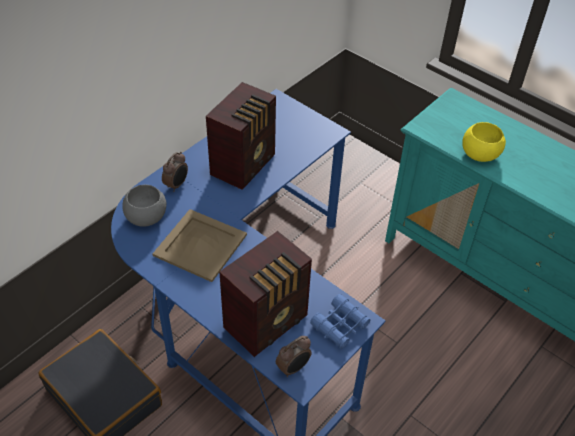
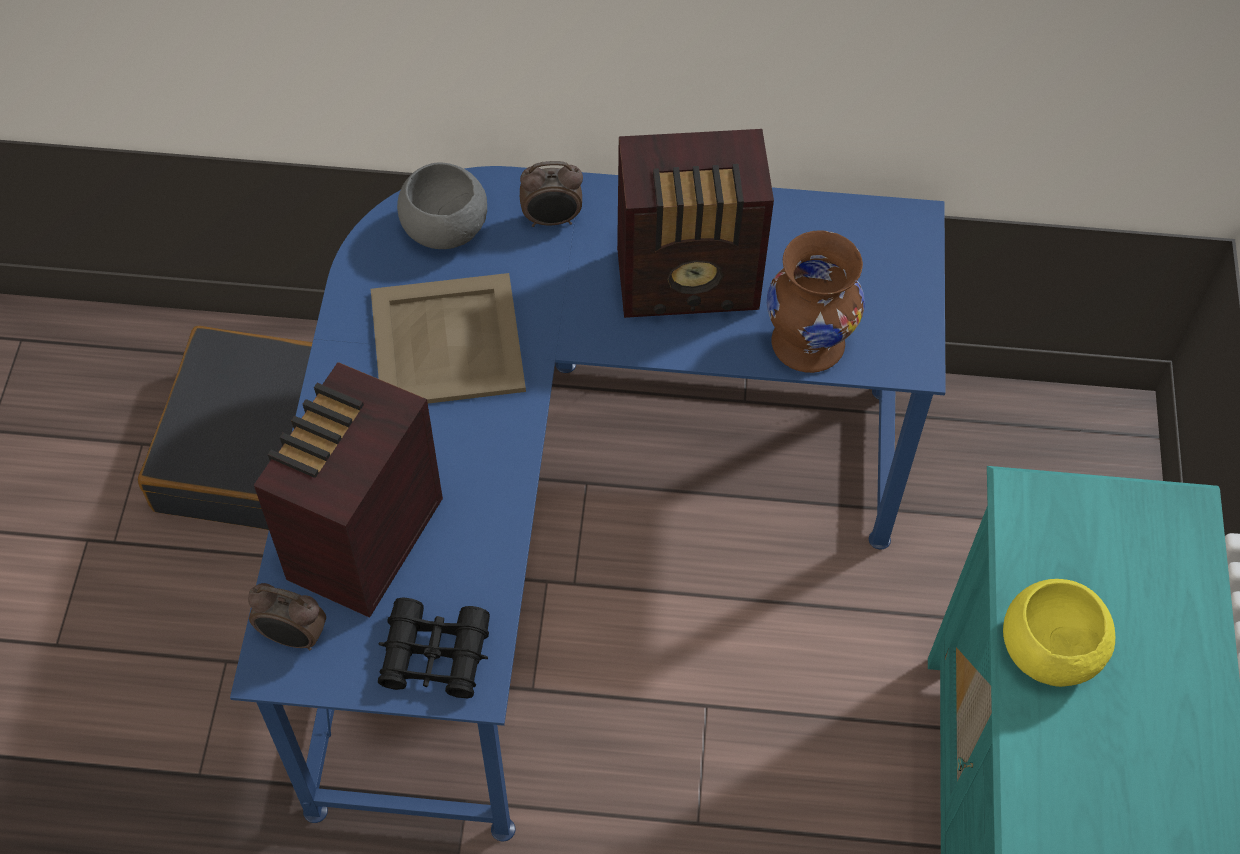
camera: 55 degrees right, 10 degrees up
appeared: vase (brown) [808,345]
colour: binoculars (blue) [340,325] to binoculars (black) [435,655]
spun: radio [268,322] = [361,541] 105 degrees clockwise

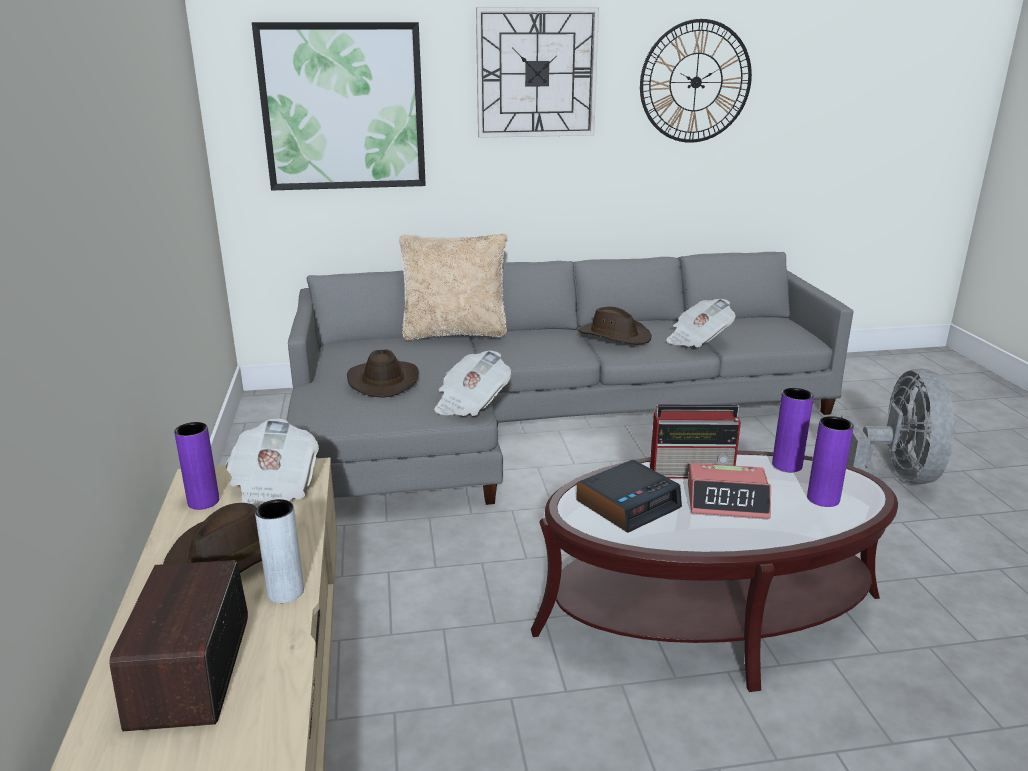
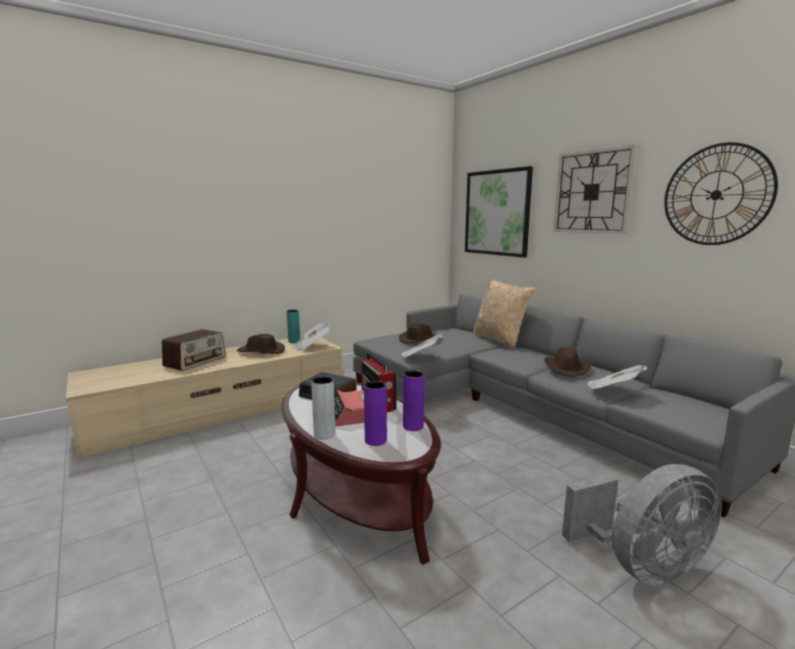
camera: 65 degrees right, 10 degrees down
relocated: vase (grey) [285,592] to [324,434]
colour: vase (purple) [203,502] to vase (turquoise) [294,341]
spun: radio [190,671] = [195,361] 150 degrees clockwise

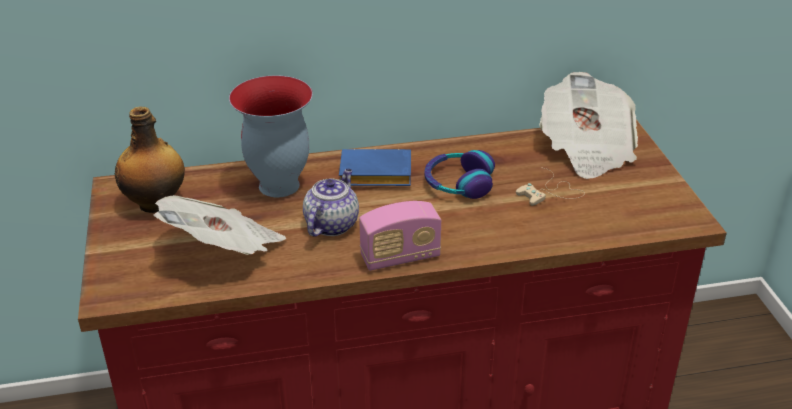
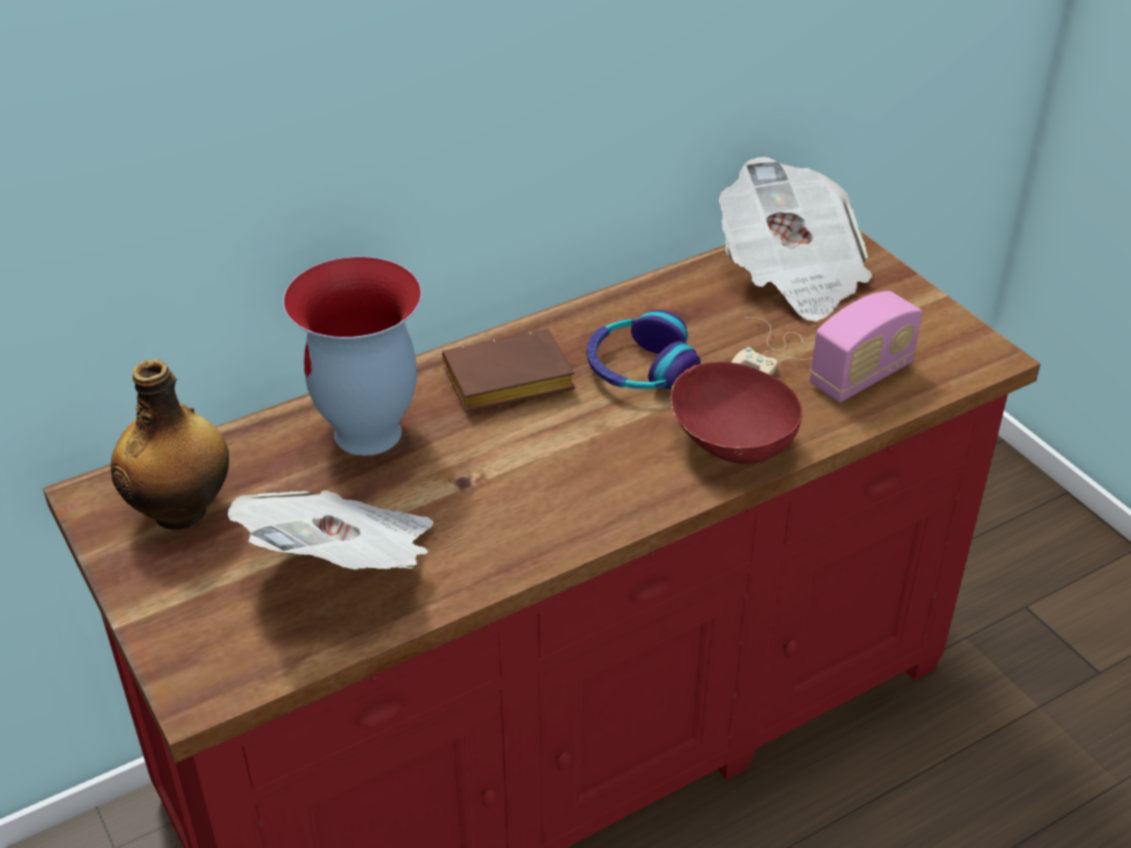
camera: 20 degrees left, 5 degrees up
missing: teapot [331,224]
appeared: bowl (red) [730,443]
relocated: radio [400,257] to [861,376]
colour: book (blue) [373,175] to book (brown) [506,383]

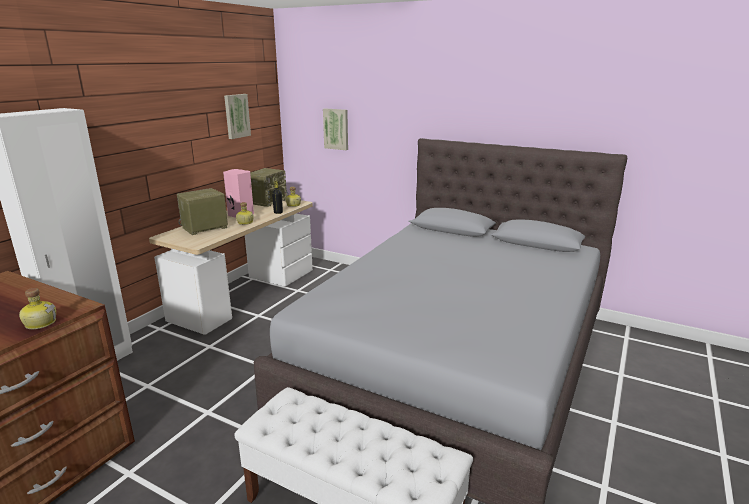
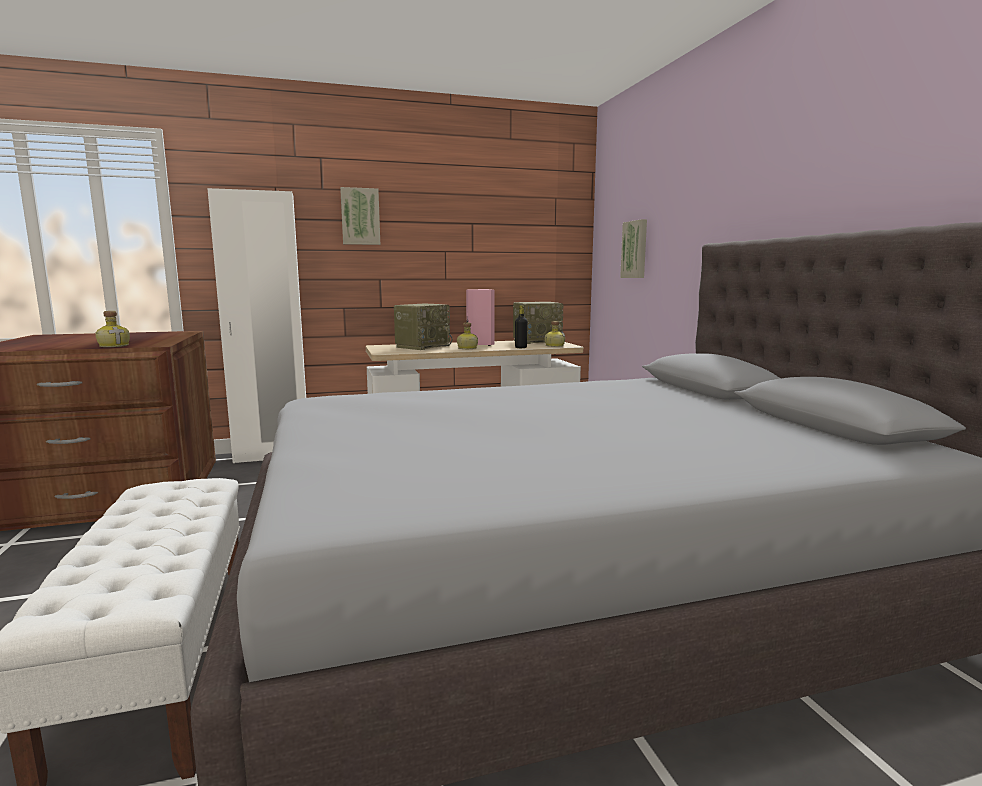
camera: 45 degrees right, 10 degrees down
relocated: picture [236,116] to [360,216]
spun: radio [204,228] = [423,346] 120 degrees clockwise

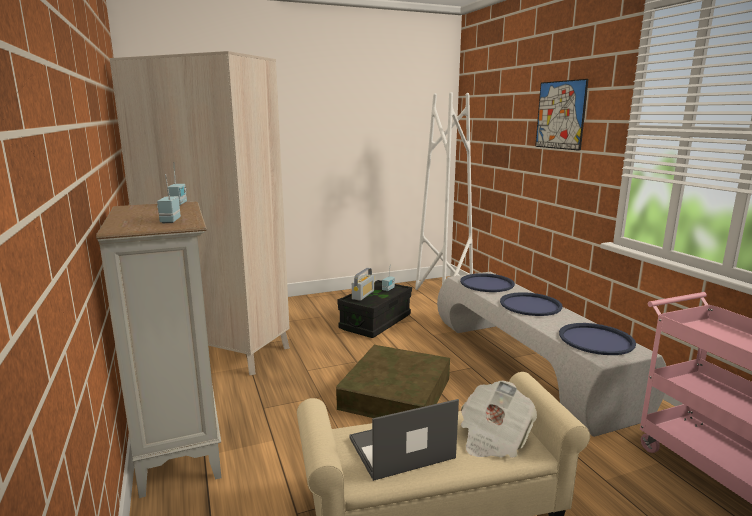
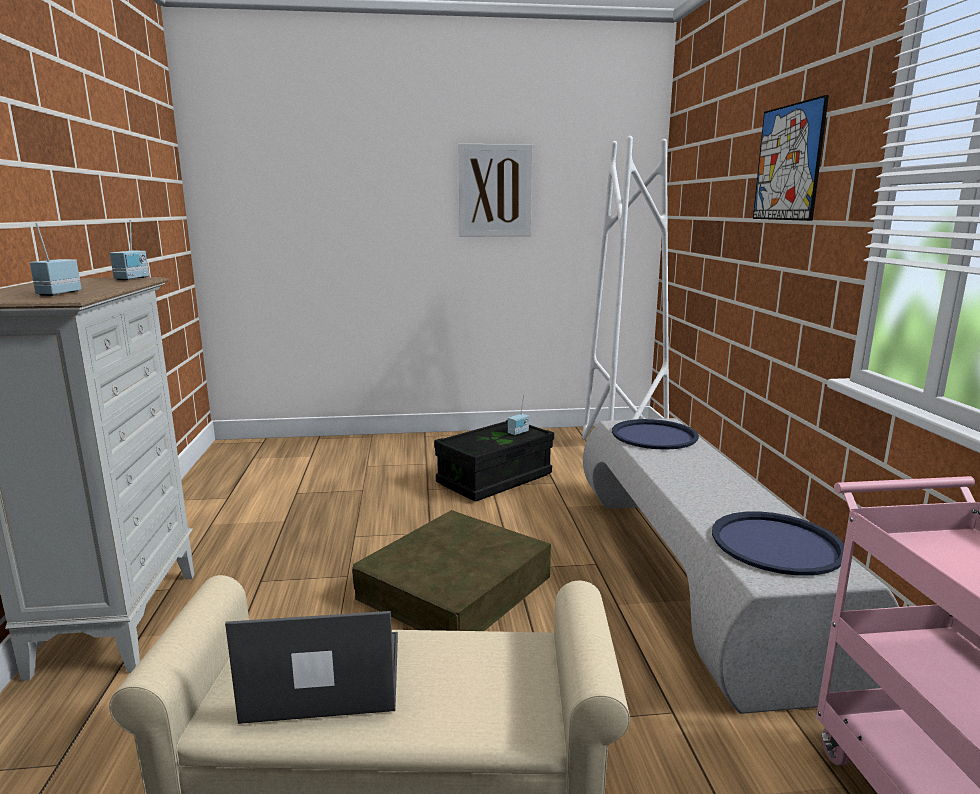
camera: 15 degrees right, 0 degrees up
missing: wardrobe (beige) [231,338]; radio [363,295]; newspaper [493,437]; tray (blue) [530,305]
appeared: picture [495,191]

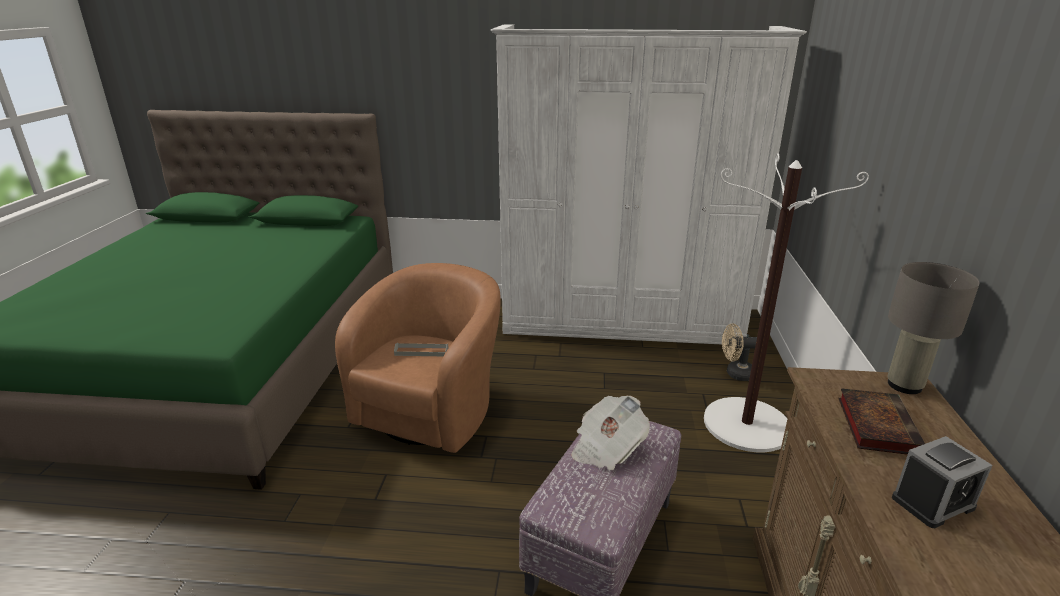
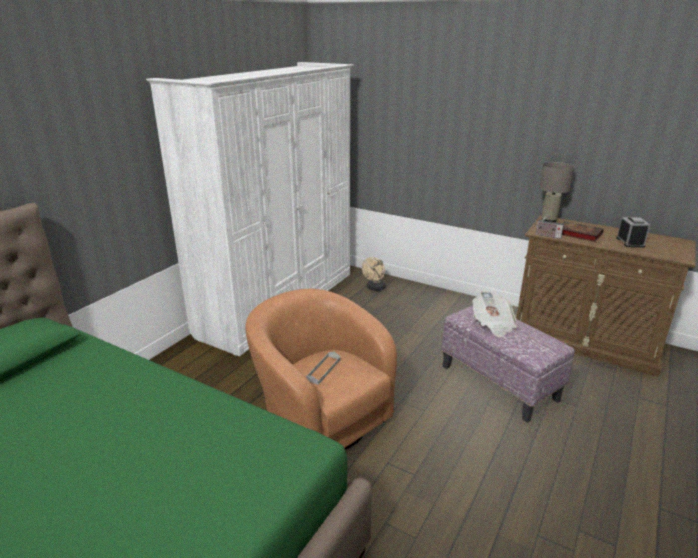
camera: 65 degrees left, 0 degrees up
missing: clothes rack (white) [746,424]
appeared: radio [547,236]

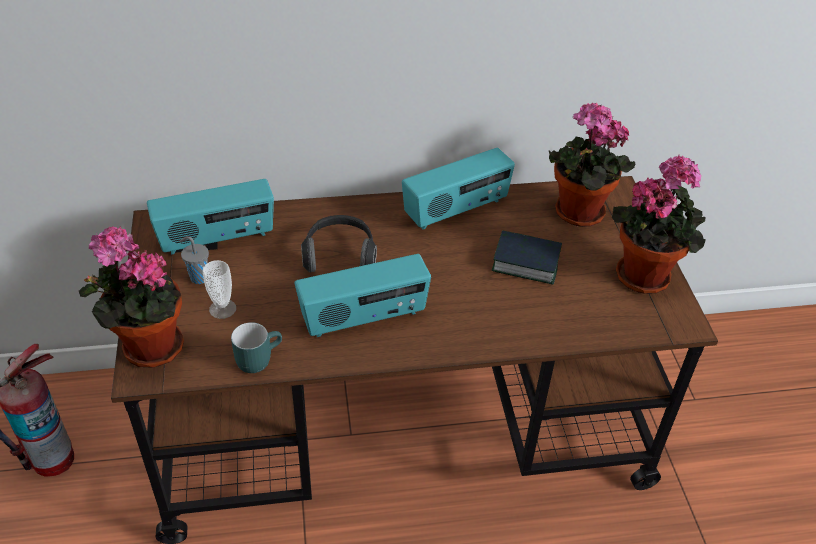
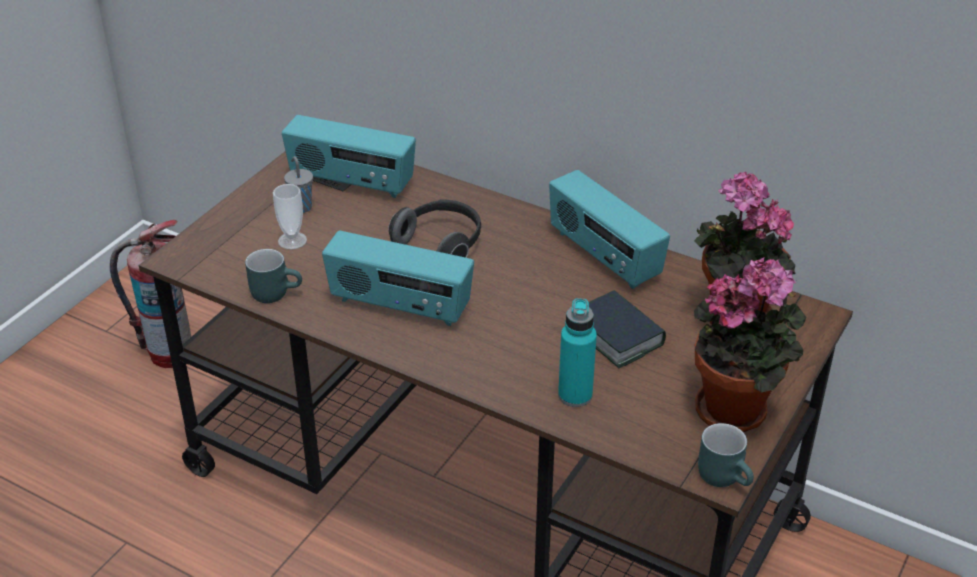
camera: 40 degrees right, 5 degrees down
missing: potted plant [147,348]
appeared: bottle (turquoise) [575,395]; mug (turquoise) [726,476]
spun: radio [456,210] = [603,257] 45 degrees clockwise

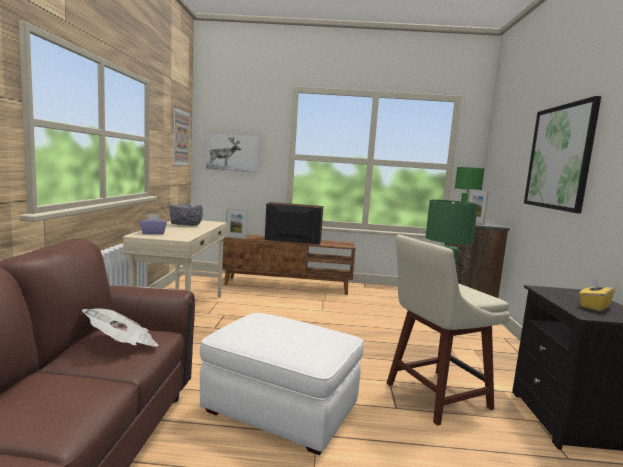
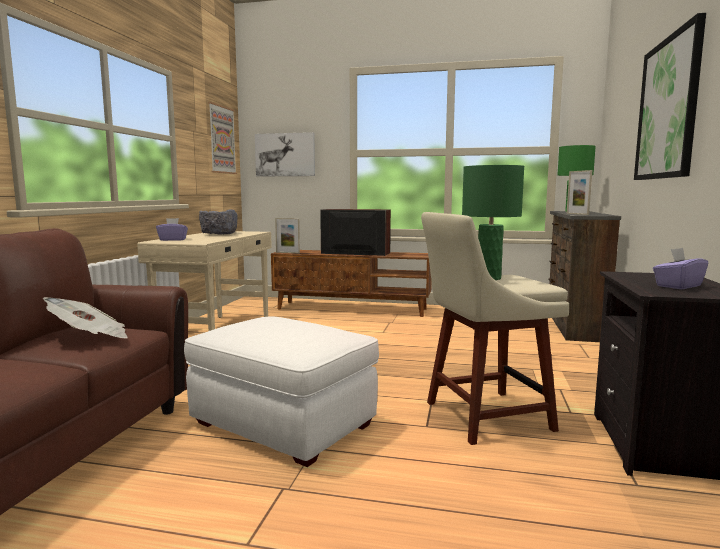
camera: 10 degrees right, 0 degrees up
colour: tissue box (yellow) [594,306] to tissue box (purple) [678,286]

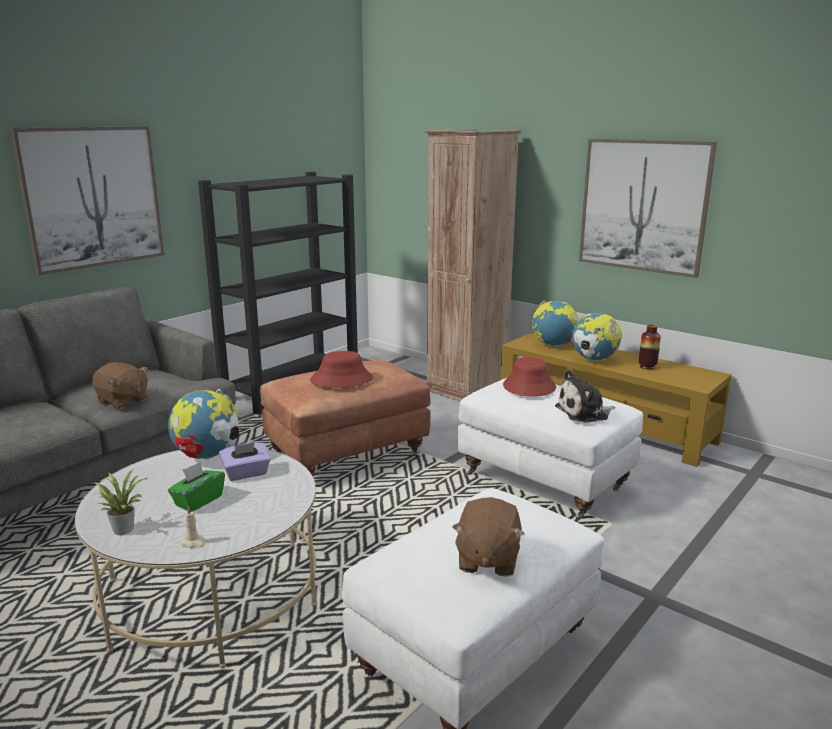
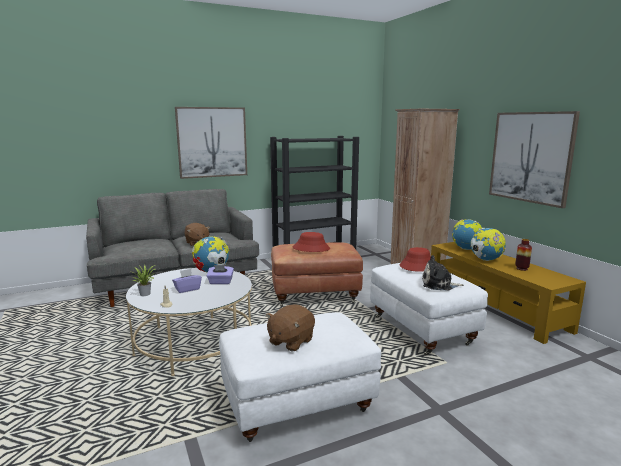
camera: 25 degrees right, 5 degrees down
colour: tissue box (green) [198,501] to tissue box (purple) [187,289]

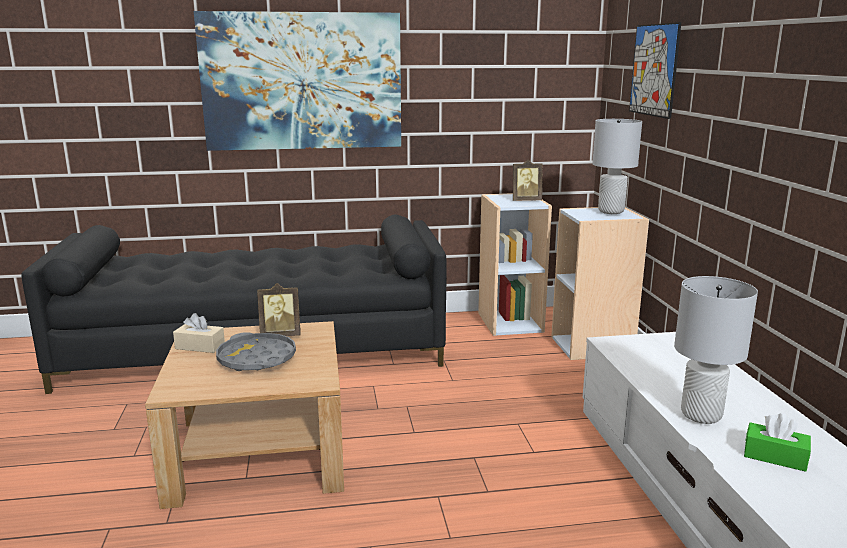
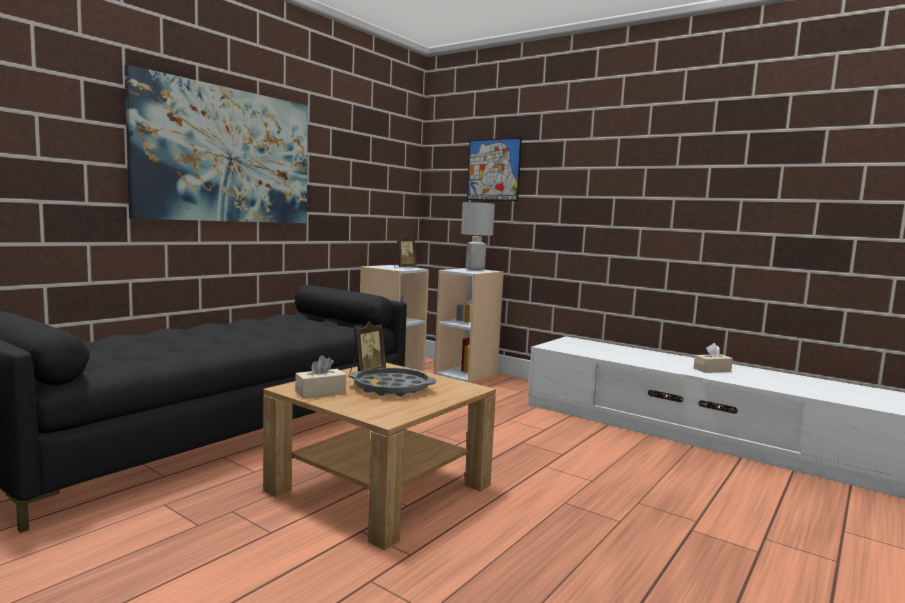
camera: 45 degrees left, 10 degrees down
missing: table lamp (grey) [700,417]
colour: tissue box (green) [775,457] to tissue box (beige) [712,370]

